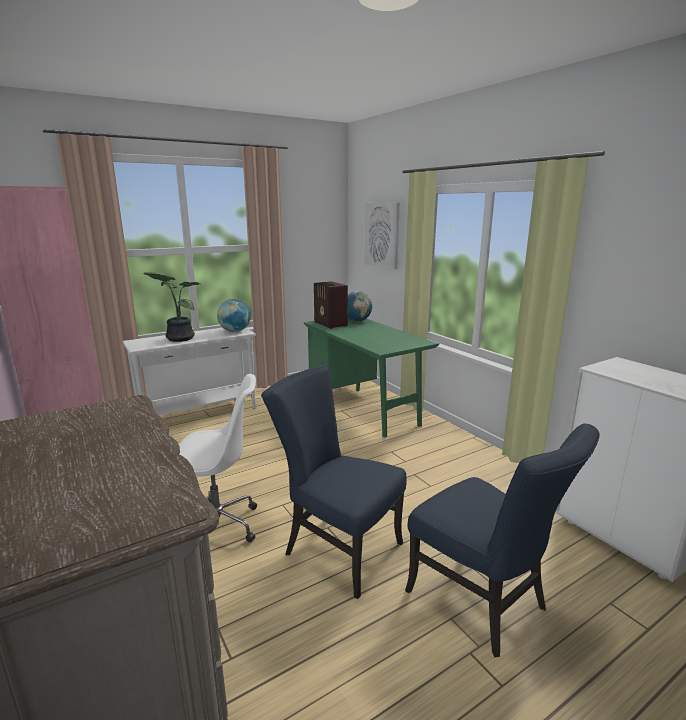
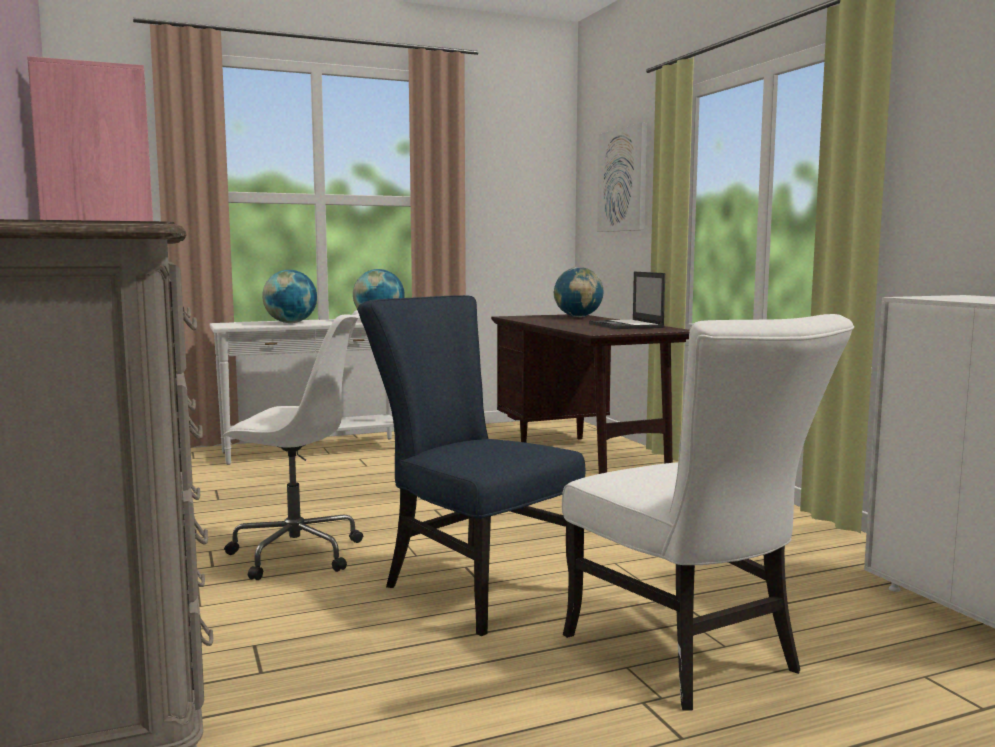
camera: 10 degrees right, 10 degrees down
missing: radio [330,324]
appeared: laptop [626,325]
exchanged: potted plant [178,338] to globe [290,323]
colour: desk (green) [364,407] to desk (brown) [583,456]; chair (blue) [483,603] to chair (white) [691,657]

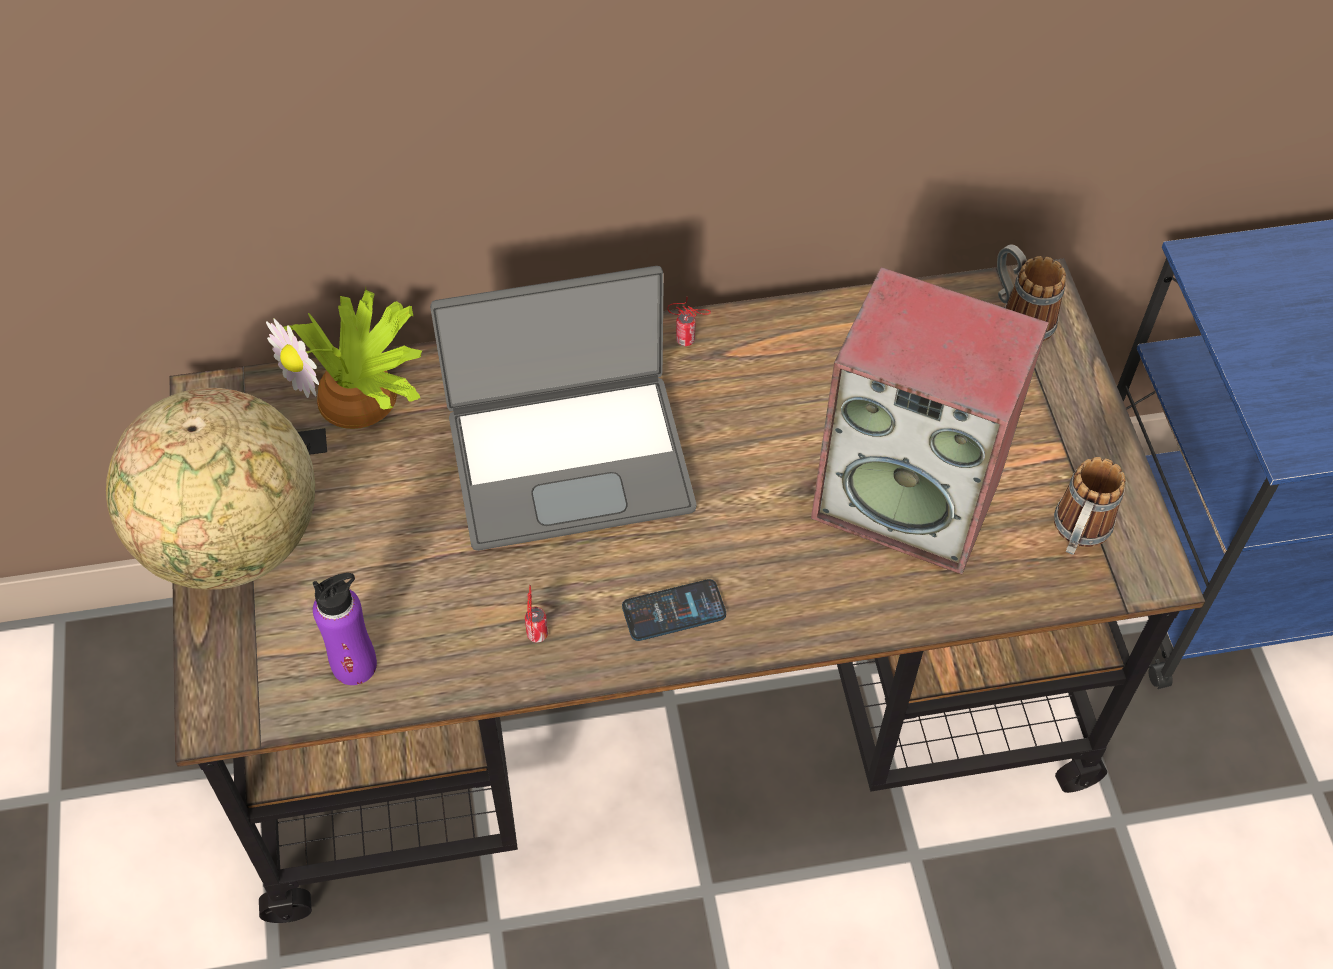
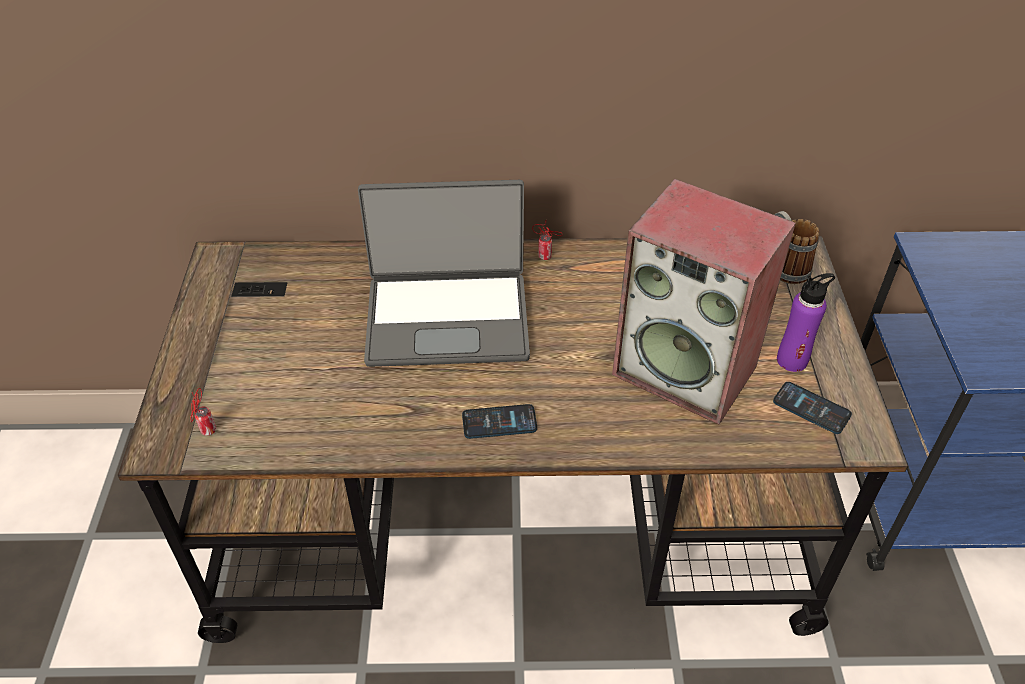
camera: 10 degrees right, 10 degrees down
missing: globe [233,543]; potted plant [362,396]
relocated: can [537,637] to [208,432]; bottle (purple) [354,665] to [792,360]
exchanged: mug [1077,534] to phone [811,408]

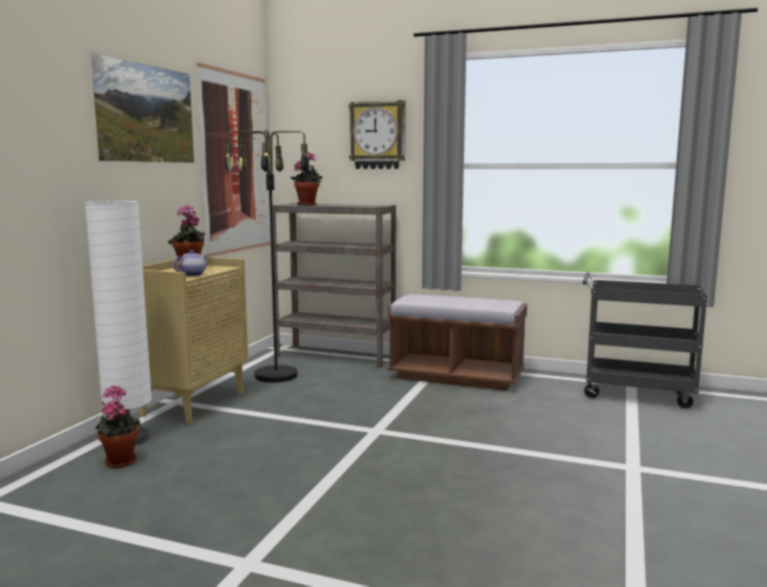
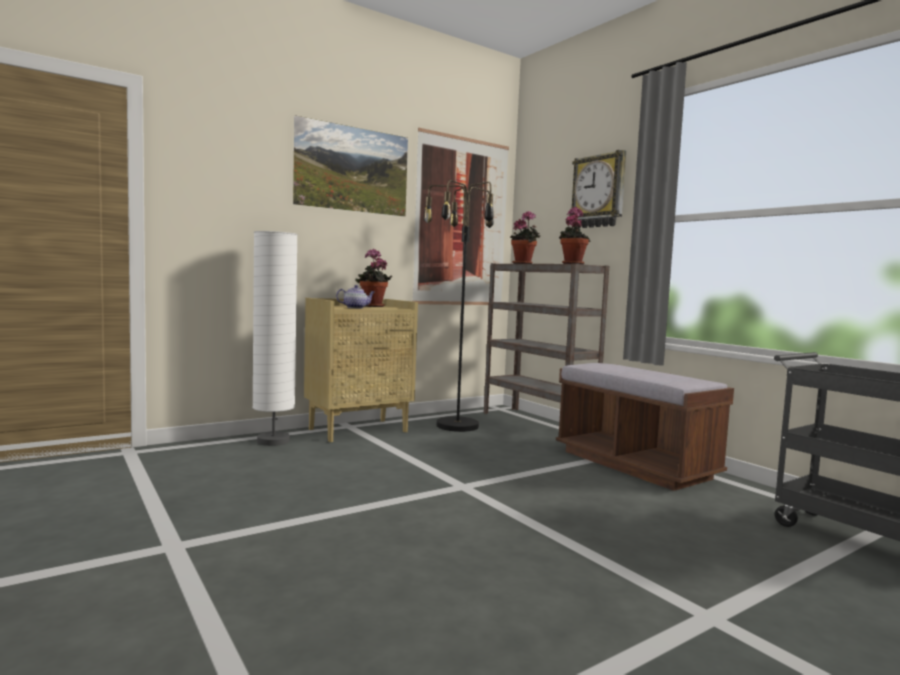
camera: 35 degrees right, 5 degrees down
relocated: potted plant [119,461] to [572,264]

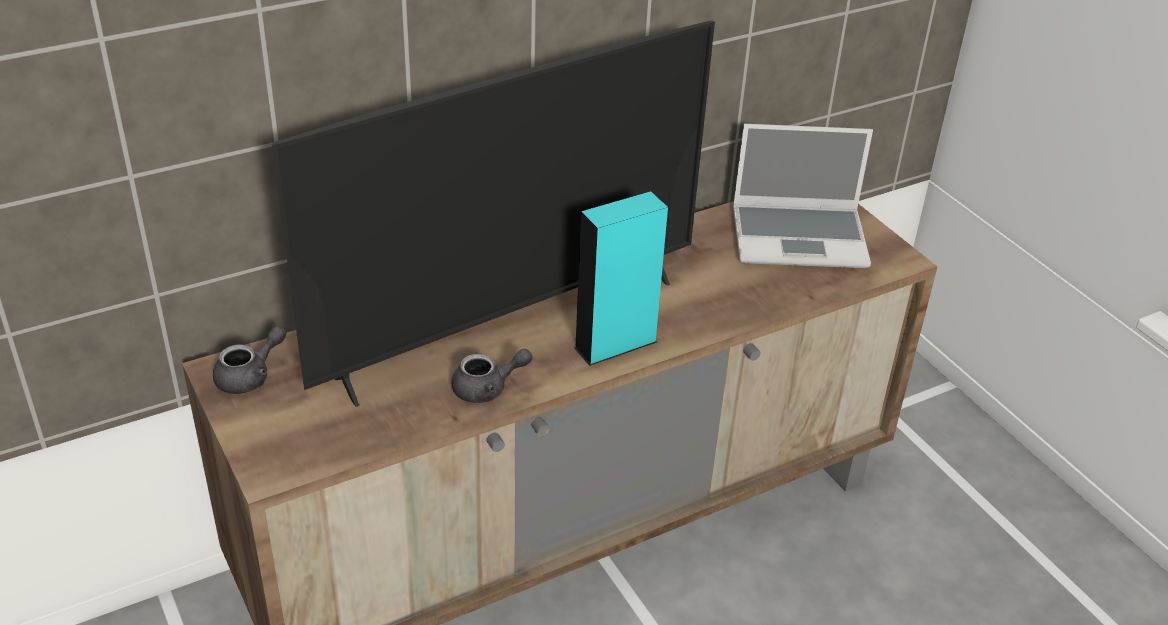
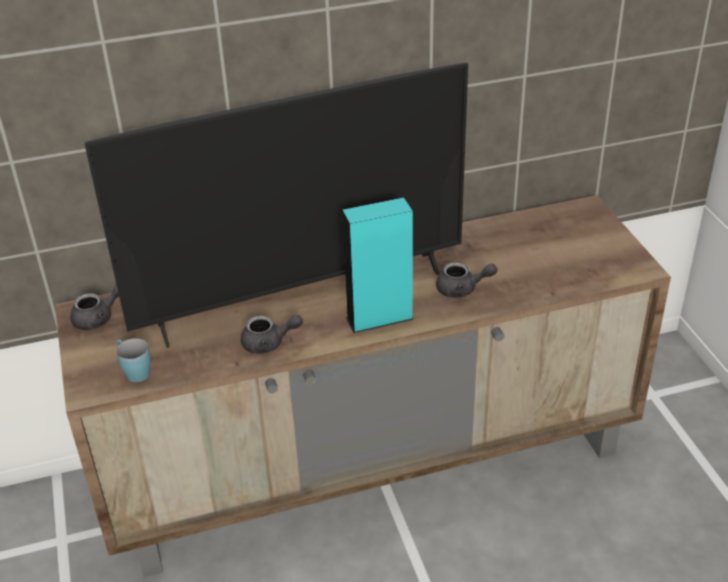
camera: 15 degrees right, 0 degrees up
missing: laptop [800,237]
appeared: mug (blue) [134,371]; teapot (grey) [462,289]

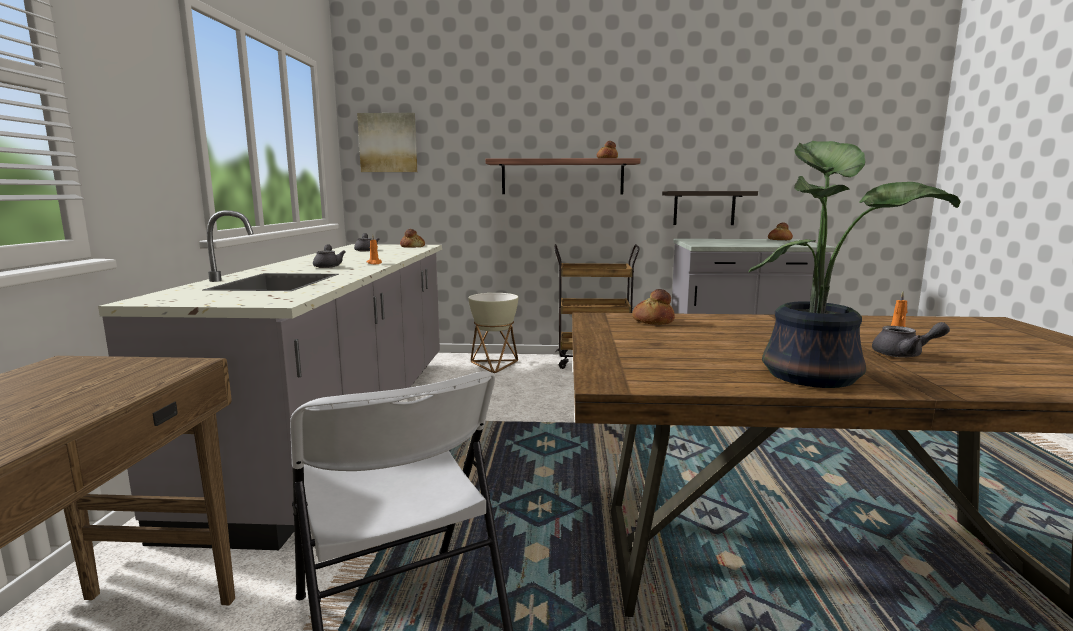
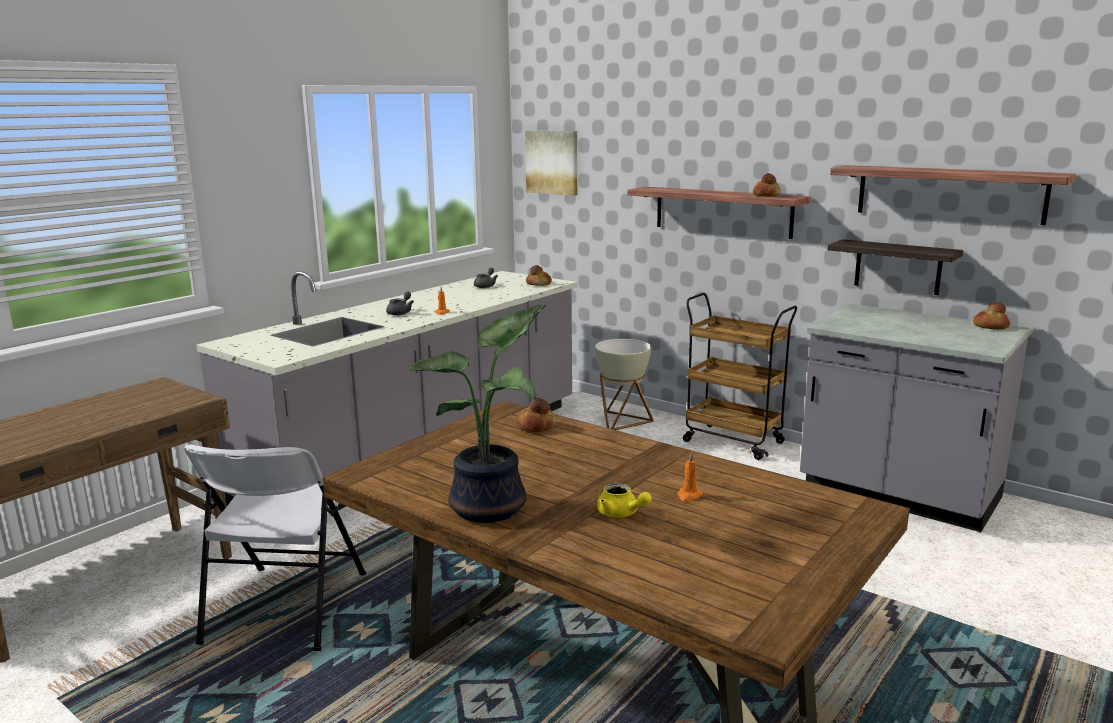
camera: 35 degrees right, 5 degrees up
appeared: shelf [949,193]
colour: teapot (grey) [904,354] to teapot (yellow) [621,514]

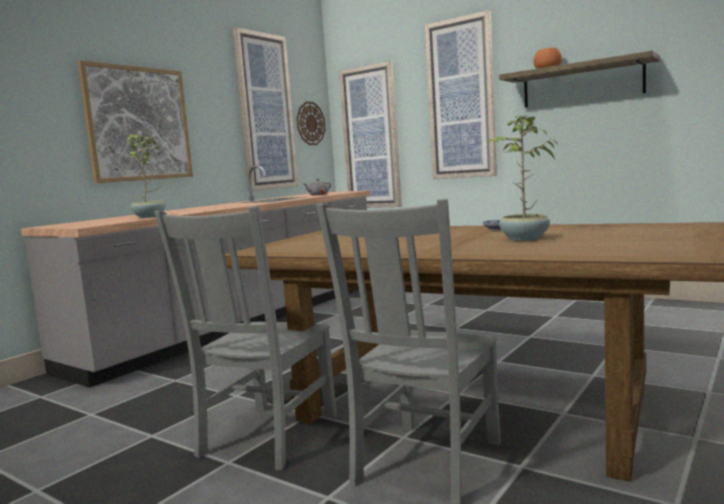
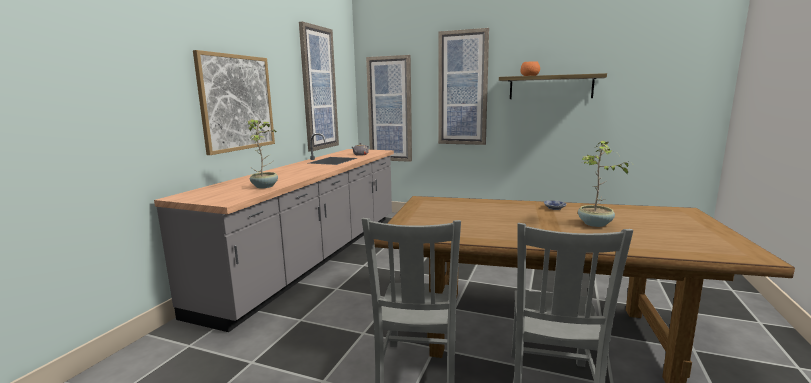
camera: 15 degrees left, 5 degrees up
missing: wall clock [310,123]

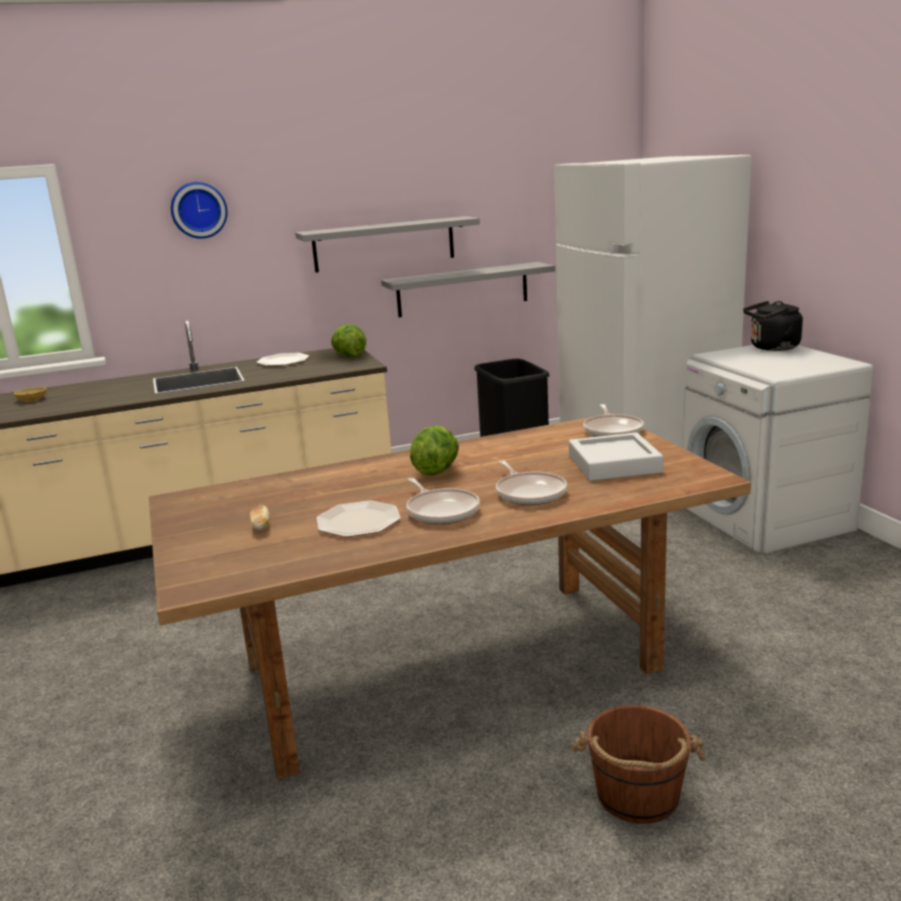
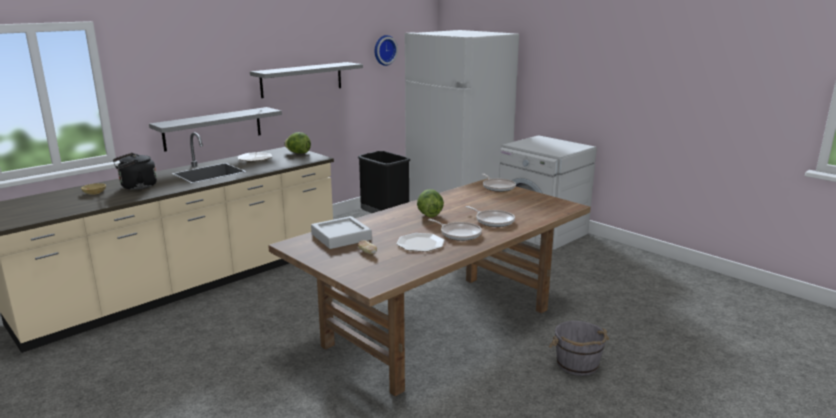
camera: 25 degrees left, 0 degrees up
relocated: kettle (black) [771,348] to [136,187]; shelf (grey) [462,289] to [213,128]; tray (grey) [614,464] to [341,237]; wall clock [198,210] to [384,50]
colour: bucket (brown) [637,796] to bucket (grey) [577,364]

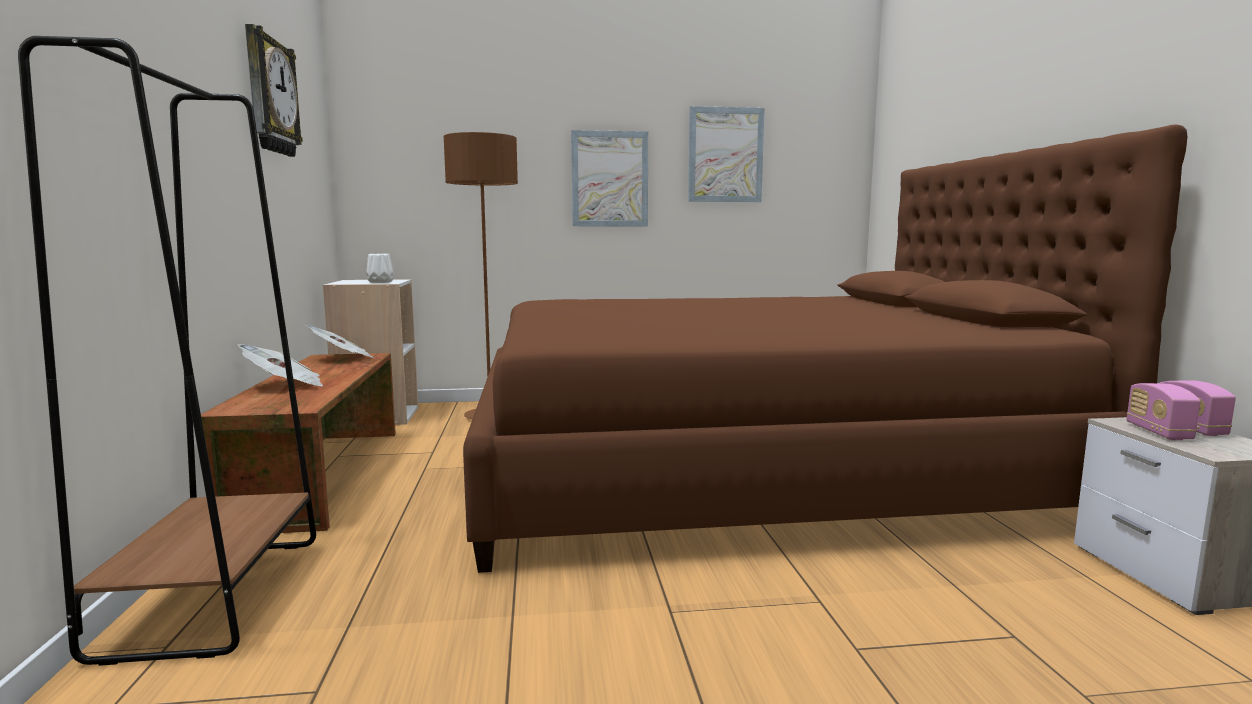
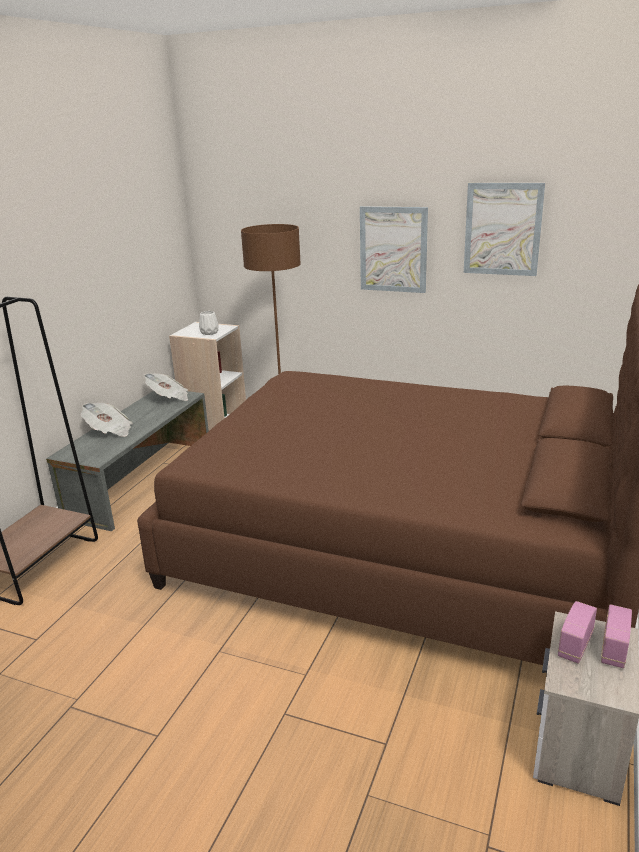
camera: 30 degrees right, 15 degrees up
missing: wall clock [269,96]
colour: bench (brown) [320,474] to bench (grey) [141,479]

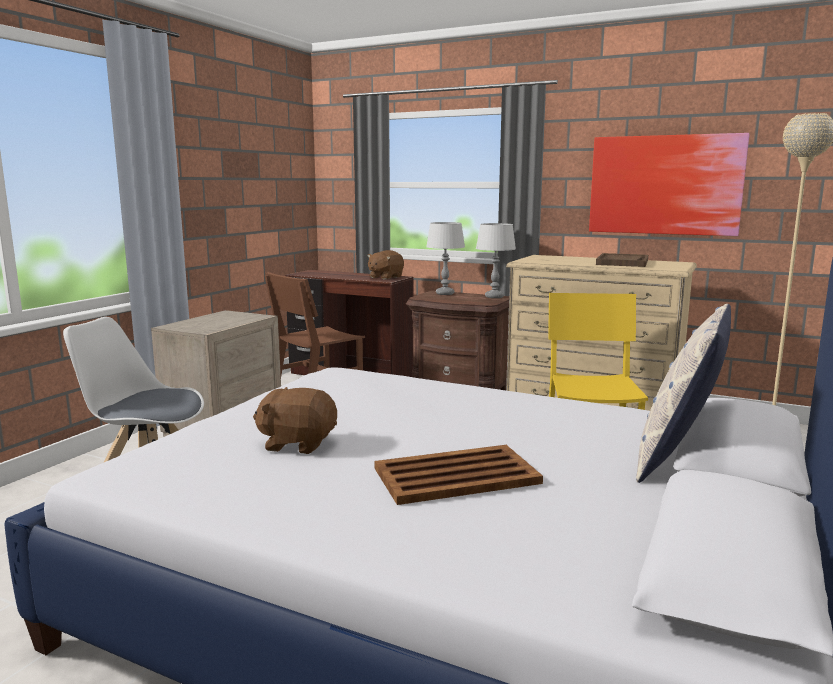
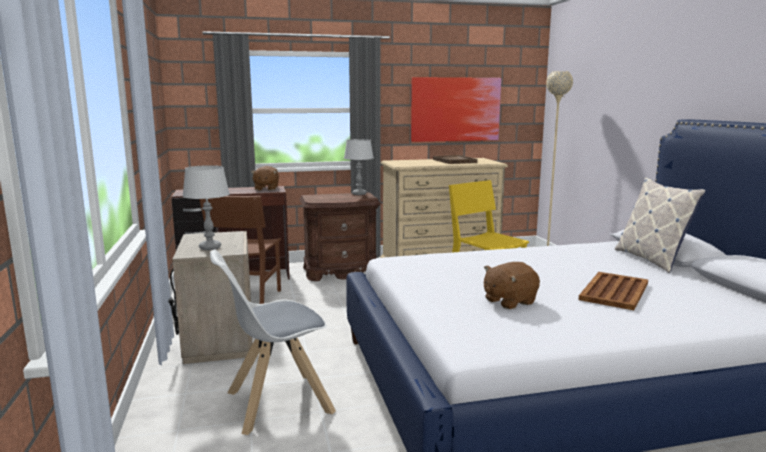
camera: 40 degrees left, 0 degrees up
relocated: table lamp (grey) [445,293] to [210,247]

